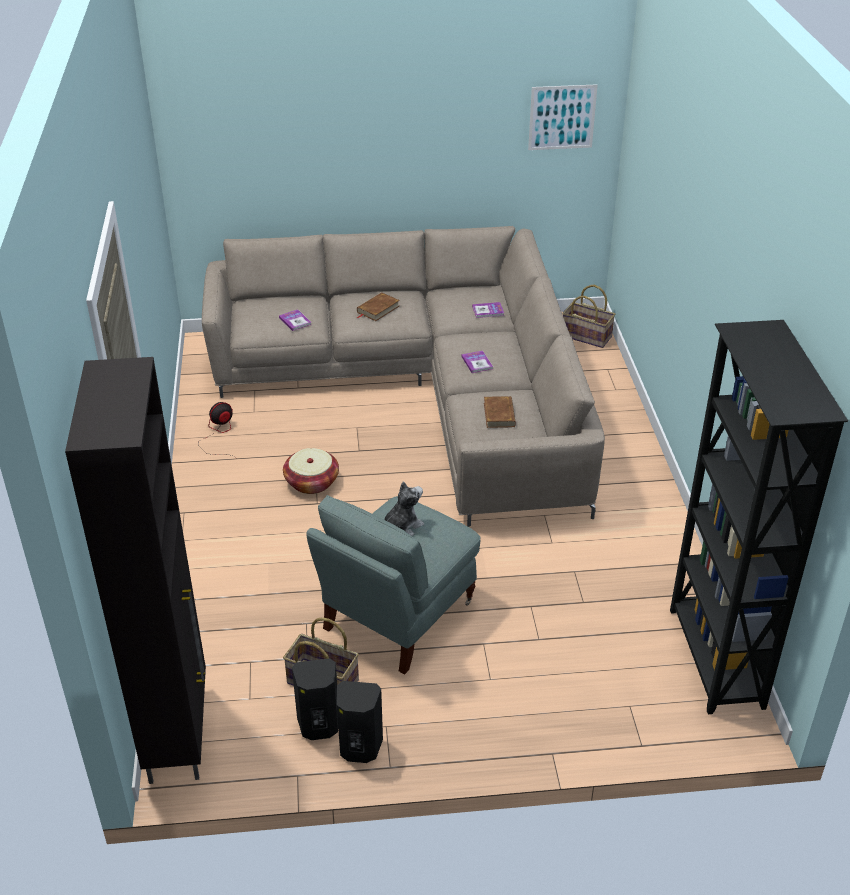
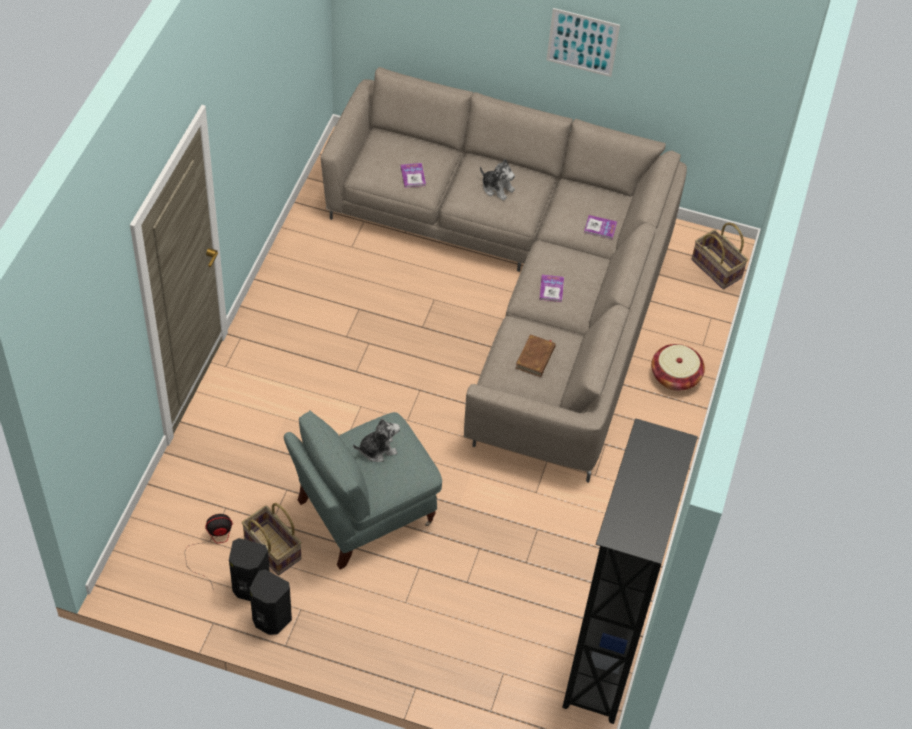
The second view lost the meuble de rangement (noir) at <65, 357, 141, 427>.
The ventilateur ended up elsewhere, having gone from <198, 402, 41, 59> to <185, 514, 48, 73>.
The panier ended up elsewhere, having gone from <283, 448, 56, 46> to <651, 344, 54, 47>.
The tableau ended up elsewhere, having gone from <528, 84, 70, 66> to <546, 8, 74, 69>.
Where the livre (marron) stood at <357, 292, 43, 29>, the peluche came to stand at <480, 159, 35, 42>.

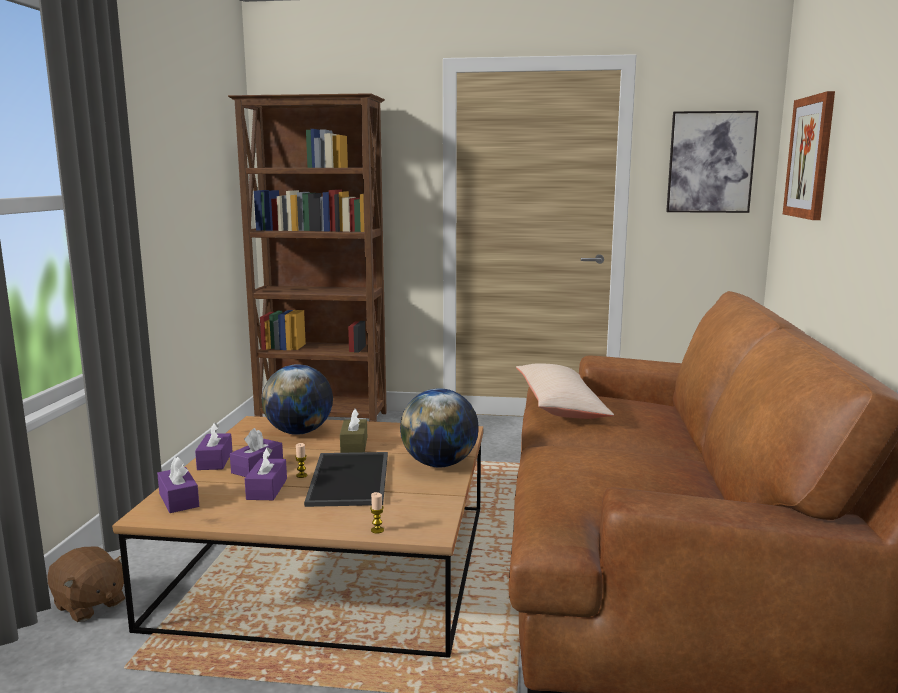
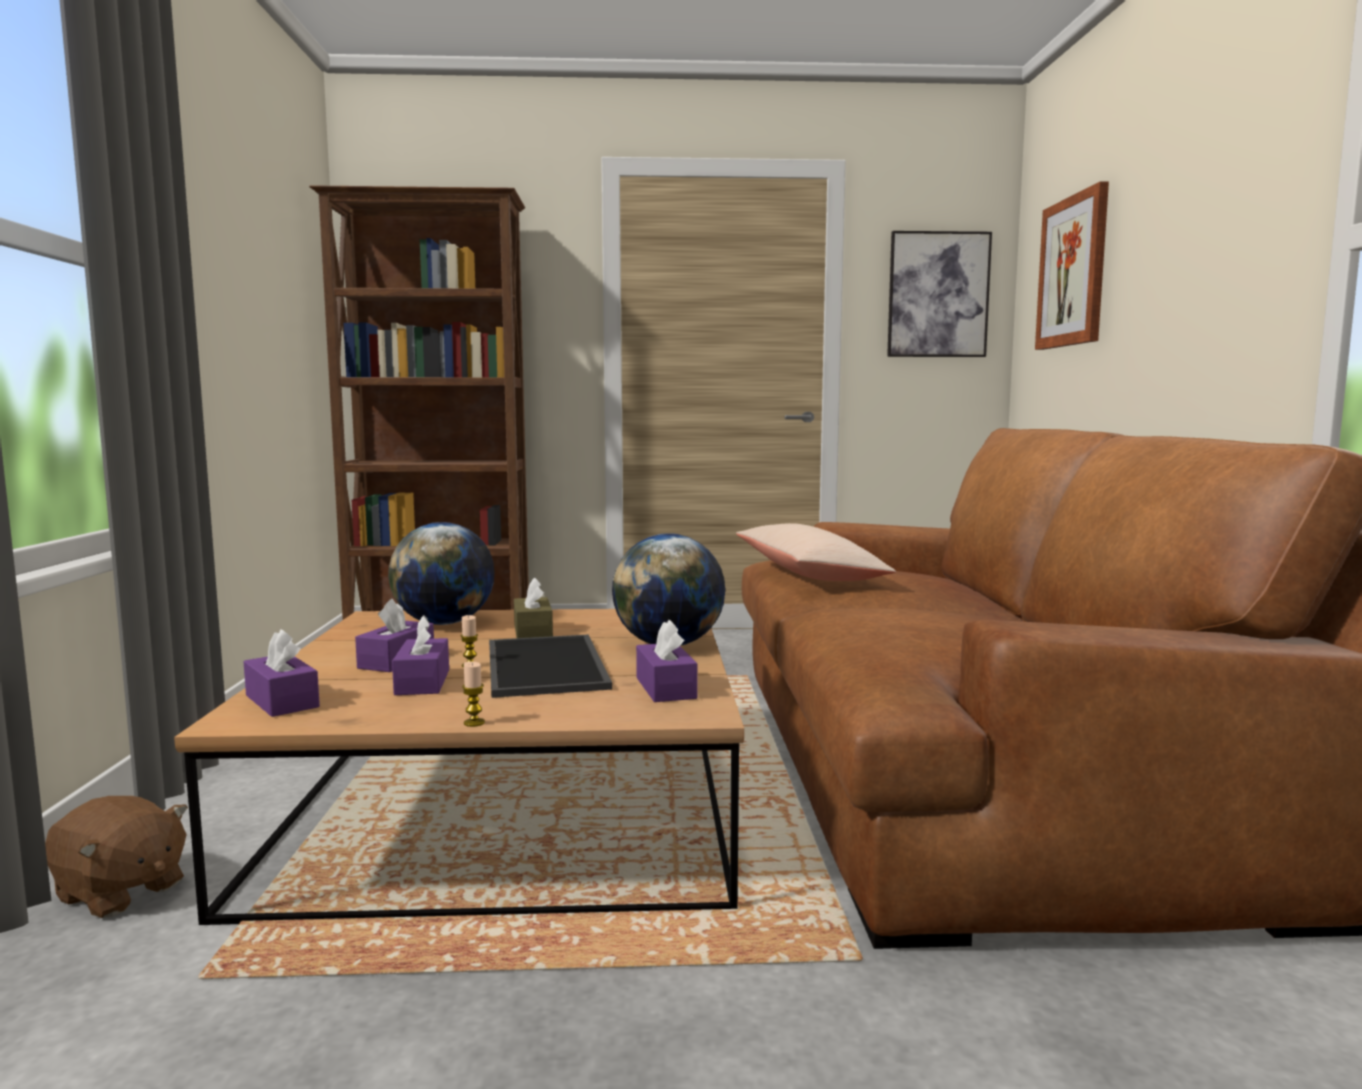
The boîte à mouchoirs (violet) ended up elsewhere, having gone from <195, 422, 38, 48> to <636, 620, 62, 82>.
The bougie ended up elsewhere, having gone from <370, 492, 14, 42> to <462, 661, 23, 66>.

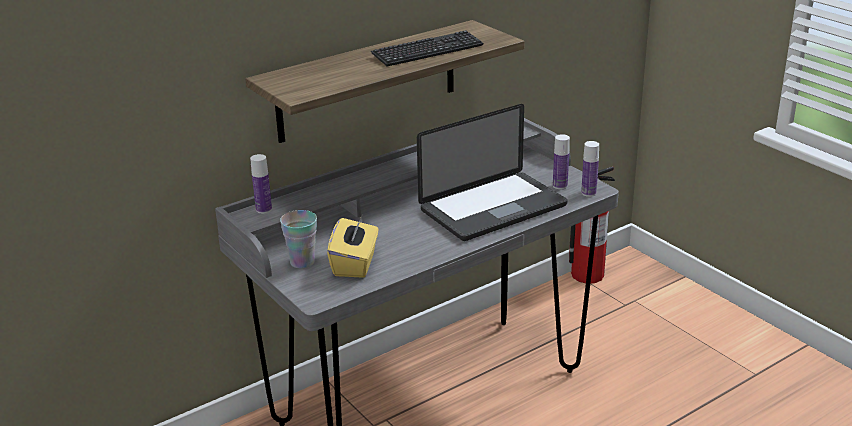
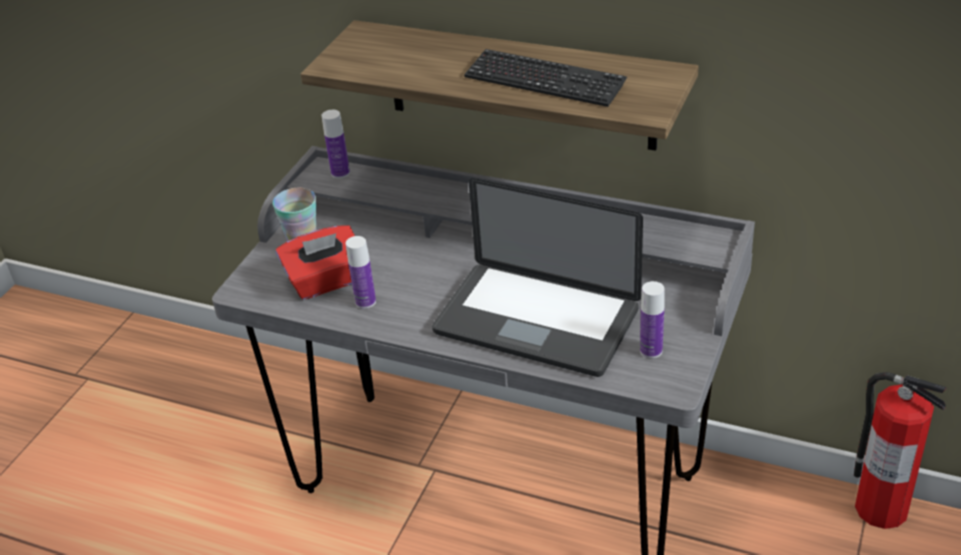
The bouteille ended up elsewhere, having gone from <581, 141, 18, 56> to <346, 236, 30, 73>.
What was the boîte à mouchoirs (jaune) at <327, 216, 51, 62> turned into the boîte à mouchoirs (rouge) at <276, 225, 79, 75>.

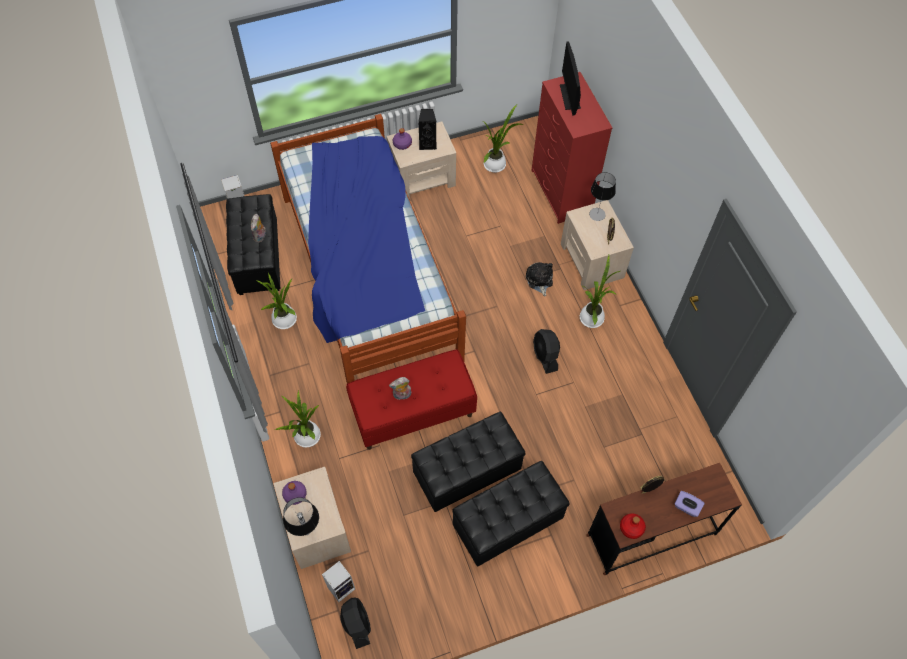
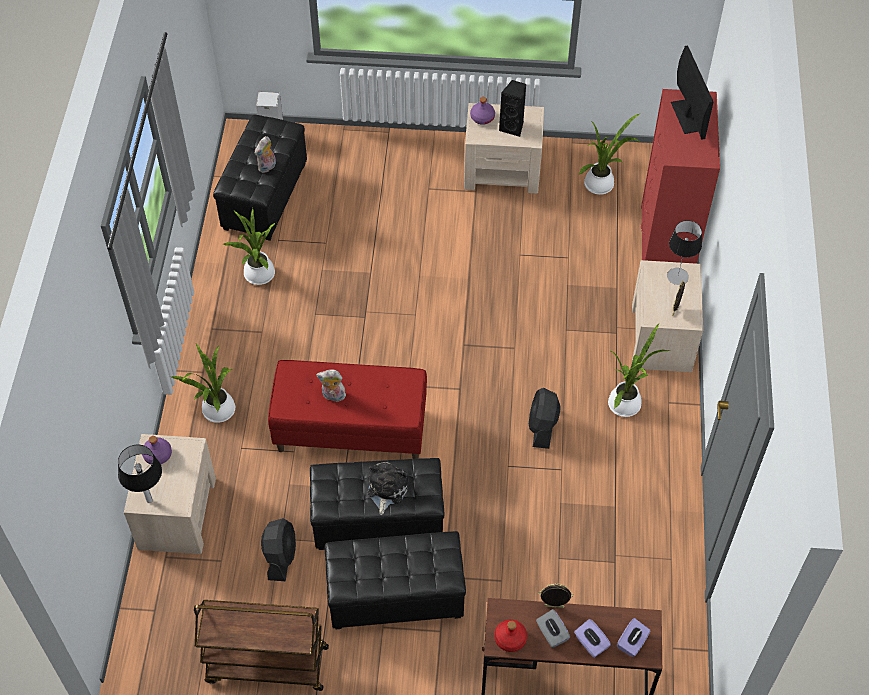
The second view lost the lit at <270, 114, 196, 270>.
The second view lost the enceinte at <322, 561, 33, 41>.
The second view gained the chariot (marron) at <194, 600, 135, 91>.
The second view gained the boîte à mouchoirs (gris) at <536, 609, 34, 39>.
The second view gained the boîte à mouchoirs (violet) at <617, 618, 33, 39>.
The ventilateur (noir) ended up elsewhere, having gone from <340, 597, 31, 52> to <261, 518, 35, 63>.
The peluche ended up elsewhere, having gone from <526, 262, 27, 35> to <368, 462, 41, 53>.
The écran d'ordinateur at <560, 42, 21, 74> ended up facing another way, 150 degrees clockwise from before.

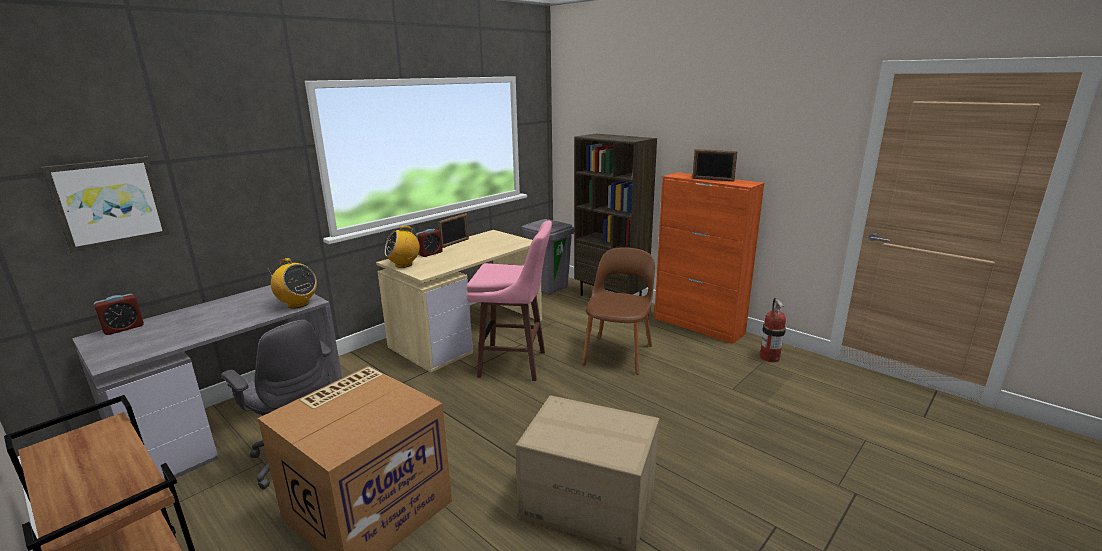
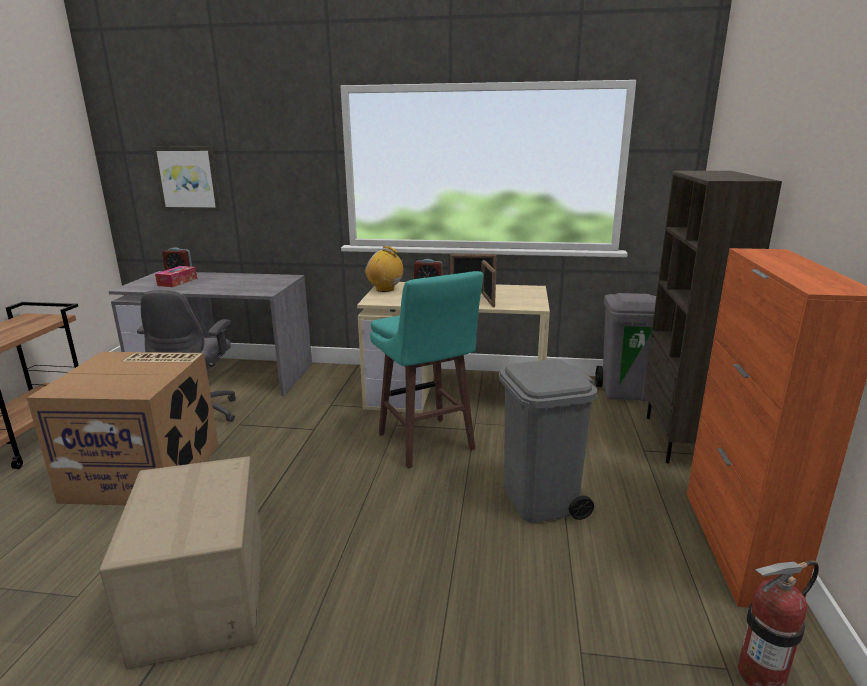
The second view lost the radio at <267, 258, 50, 50>.
The second view gained the boîte à mouchoirs at <155, 266, 42, 21>.
The cadre photo ended up elsewhere, having gone from <692, 149, 46, 33> to <481, 260, 15, 47>.
Where the chaise (marron) stood at <582, 247, 73, 128>, the poubelle (gris) came to stand at <499, 359, 98, 164>.
What was the tabouret (rose) at <466, 221, 86, 160> turned into the tabouret (turquoise) at <370, 271, 113, 198>.

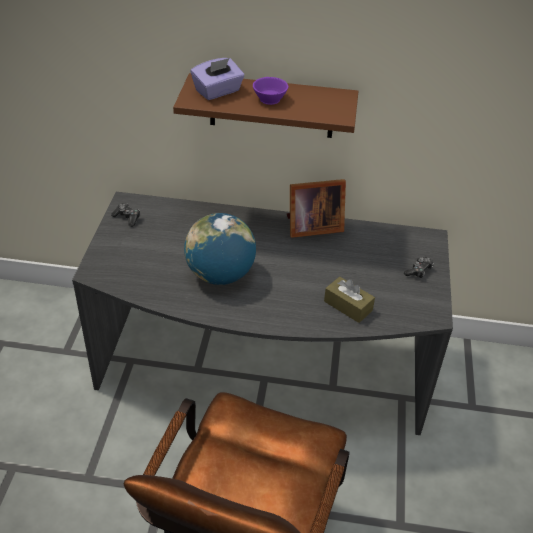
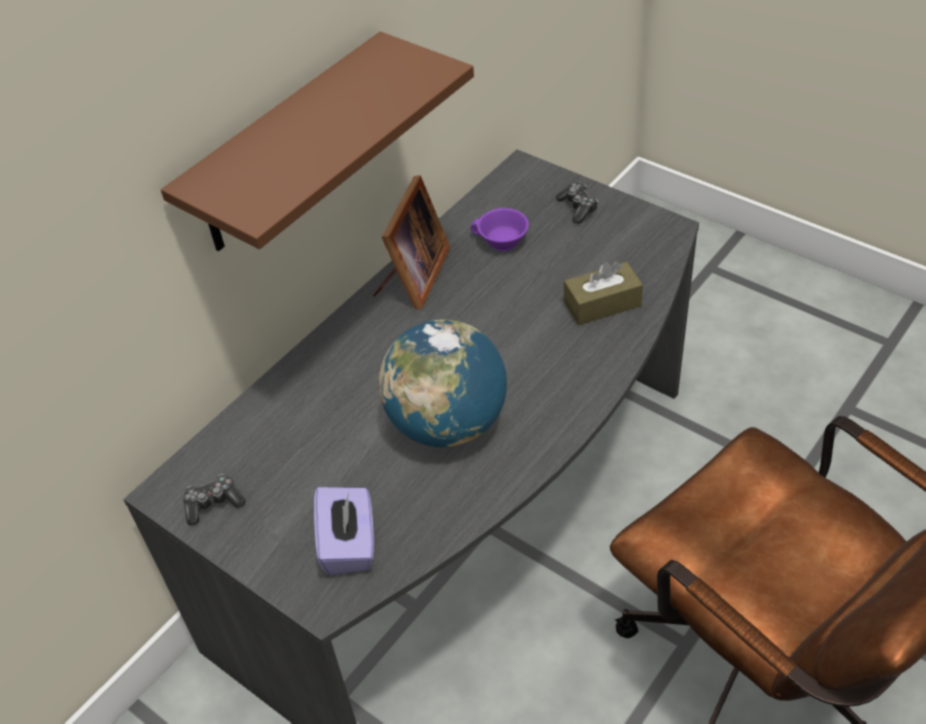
The boîte à mouchoirs (violet) ended up elsewhere, having gone from <191, 58, 53, 42> to <314, 487, 60, 88>.
The tasse (violet) ended up elsewhere, having gone from <253, 77, 35, 28> to <470, 208, 59, 43>.

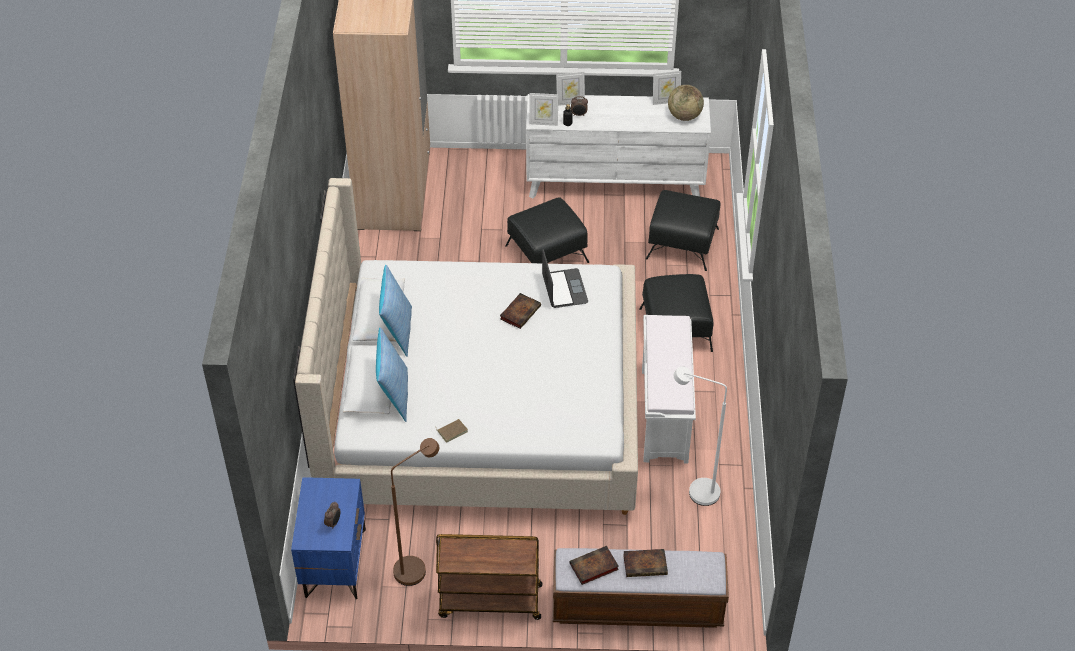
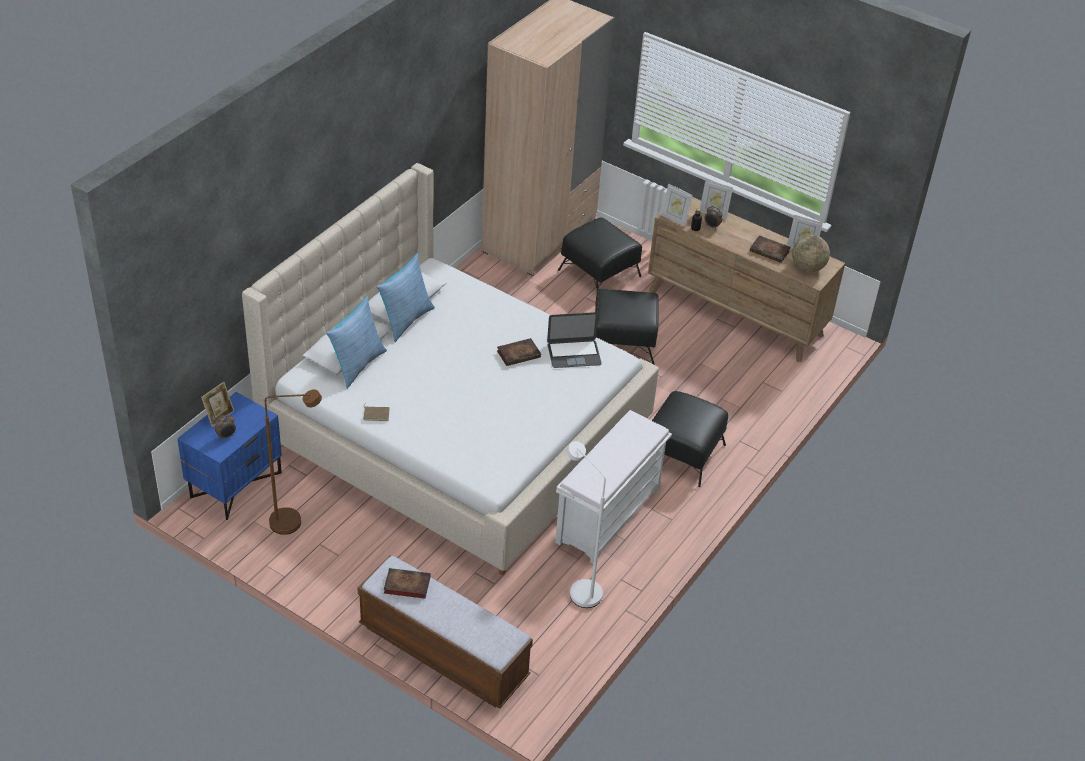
The second view lost the chariot (marron) at <436, 534, 106, 86>.
The second view gained the cadre photo at <201, 382, 33, 45>.
The livre ended up elsewhere, having gone from <623, 549, 45, 28> to <750, 235, 41, 28>.
The pouf (noir) ended up elsewhere, having gone from <646, 190, 74, 81> to <558, 217, 84, 73>.
What was the commode (blanc) at <526, 94, 185, 104> turned into the commode (marron) at <648, 197, 197, 165>.
The ordinateur portable at <542, 249, 46, 59> ended up facing another way, 60 degrees clockwise from before.

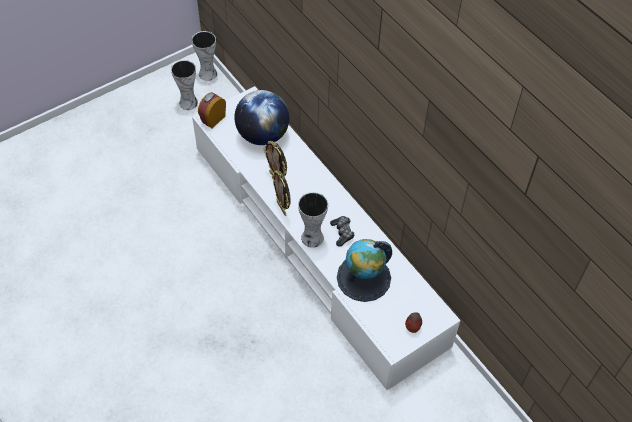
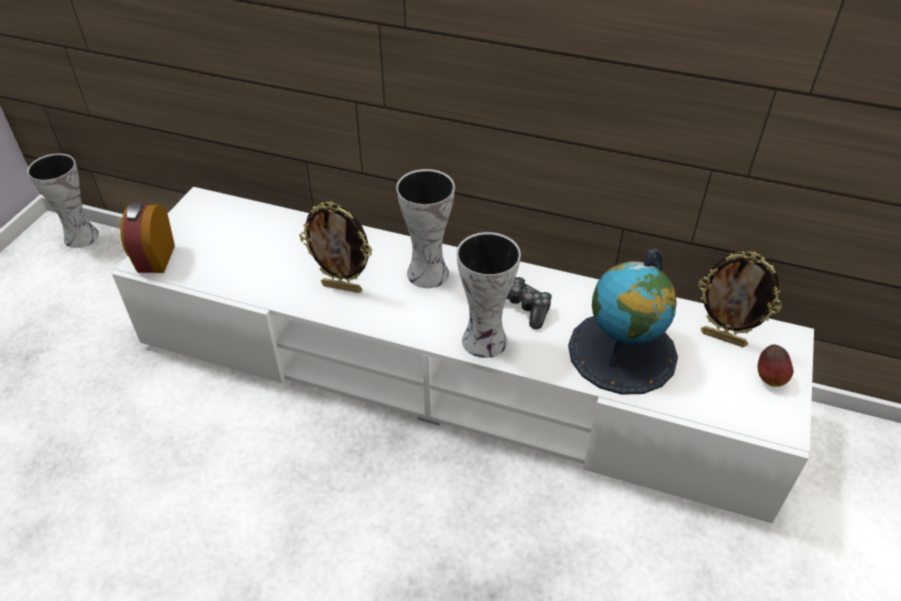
The second view lost the globe at <234, 90, 56, 55>.
The vase ended up elsewhere, having gone from <171, 60, 27, 50> to <396, 169, 59, 119>.
The cadre photo ended up elsewhere, having gone from <272, 171, 19, 45> to <698, 251, 84, 96>.

